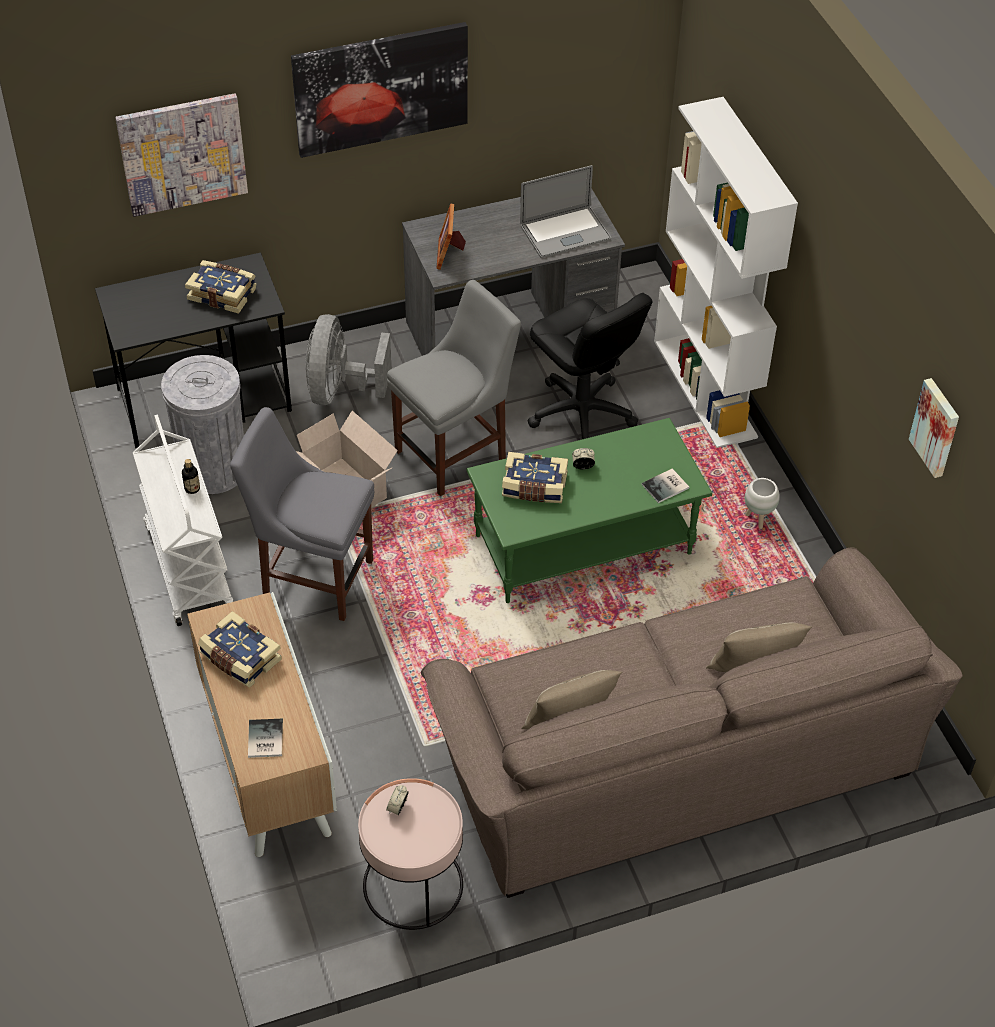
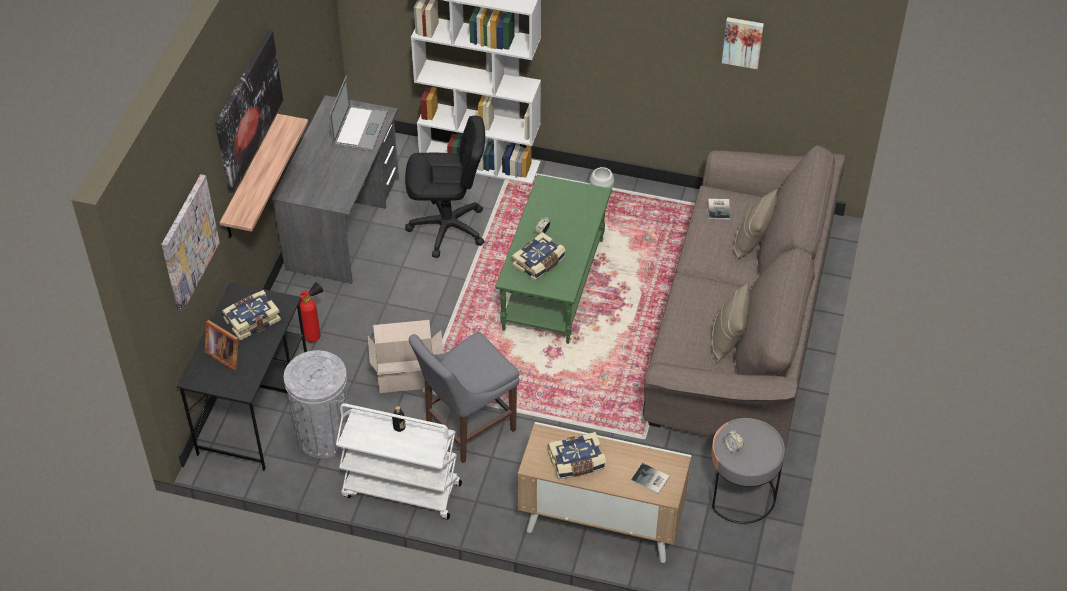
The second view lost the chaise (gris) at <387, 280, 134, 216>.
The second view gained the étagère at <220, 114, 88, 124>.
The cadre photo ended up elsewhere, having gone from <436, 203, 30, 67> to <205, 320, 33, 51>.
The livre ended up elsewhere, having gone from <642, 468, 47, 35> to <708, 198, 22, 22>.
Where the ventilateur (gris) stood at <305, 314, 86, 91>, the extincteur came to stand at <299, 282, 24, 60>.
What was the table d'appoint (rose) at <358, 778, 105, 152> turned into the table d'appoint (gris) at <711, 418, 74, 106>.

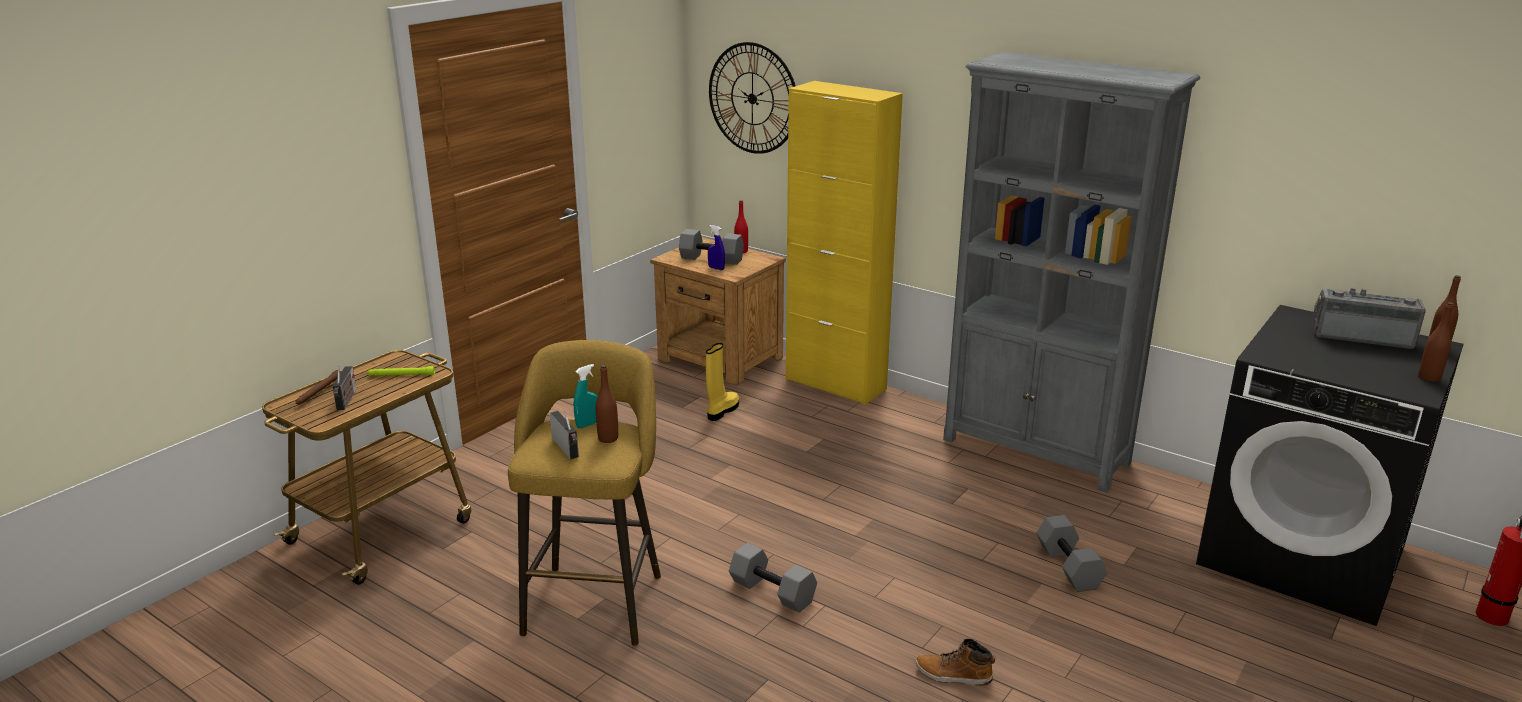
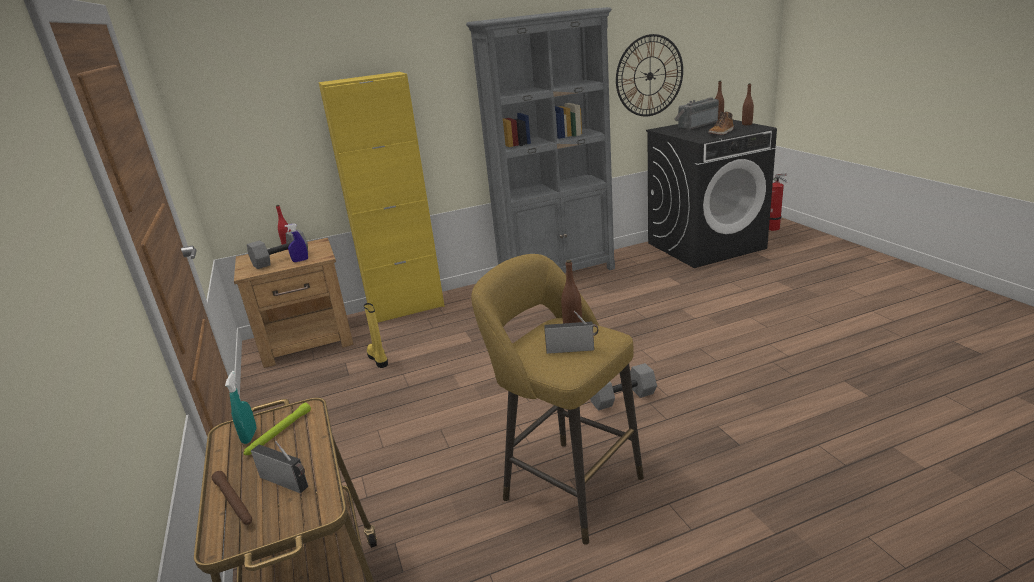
The second view lost the haltère (gris) at <1036, 515, 71, 77>.
The vaporisateur (turquoise) ended up elsewhere, having gone from <574, 364, 24, 64> to <225, 371, 32, 73>.
The horloge murale ended up elsewhere, having gone from <709, 42, 86, 112> to <616, 34, 67, 82>.
The botte ended up elsewhere, having gone from <916, 639, 79, 46> to <708, 111, 26, 24>.

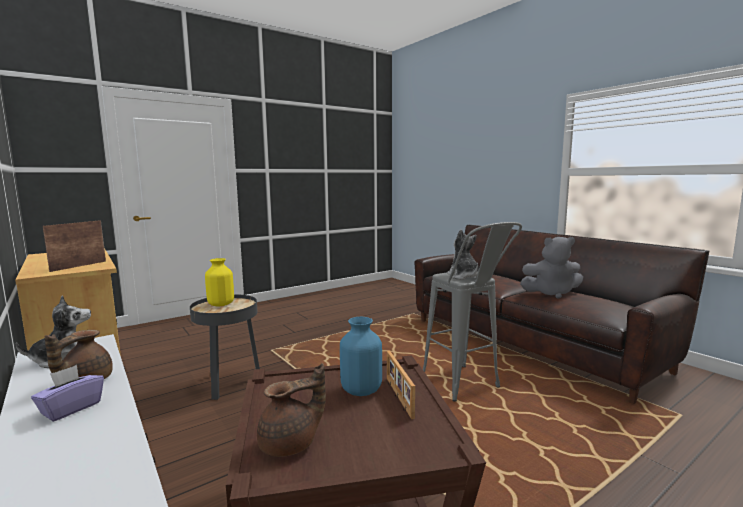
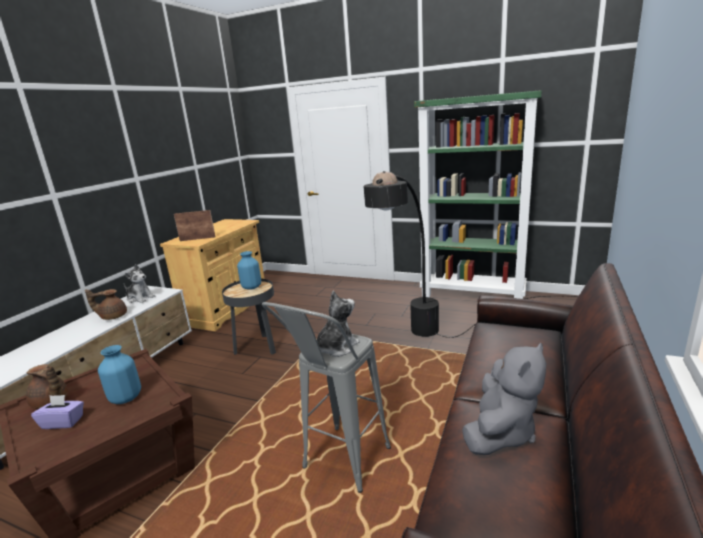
The second view lost the cadre photo at <387, 351, 28, 68>.
The second view gained the lampadaire (noir) at <363, 171, 215, 167>.
The second view gained the bibliothèque (vert) at <414, 90, 128, 209>.
The boîte à mouchoirs (violet) ended up elsewhere, having gone from <31, 365, 73, 57> to <31, 395, 53, 34>.
What was the vase (jaune) at <205, 258, 29, 48> turned into the vase (bleu) at <237, 251, 24, 39>.
The peluche (gris) at <520, 237, 63, 62> ended up facing another way, 120 degrees counterclockwise from before.

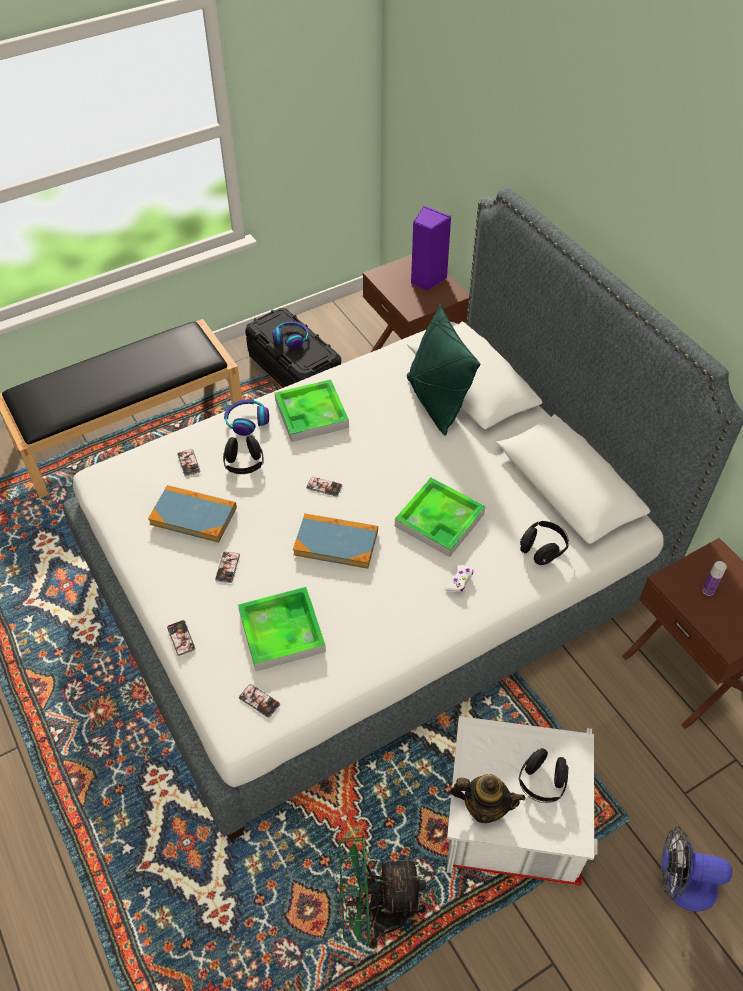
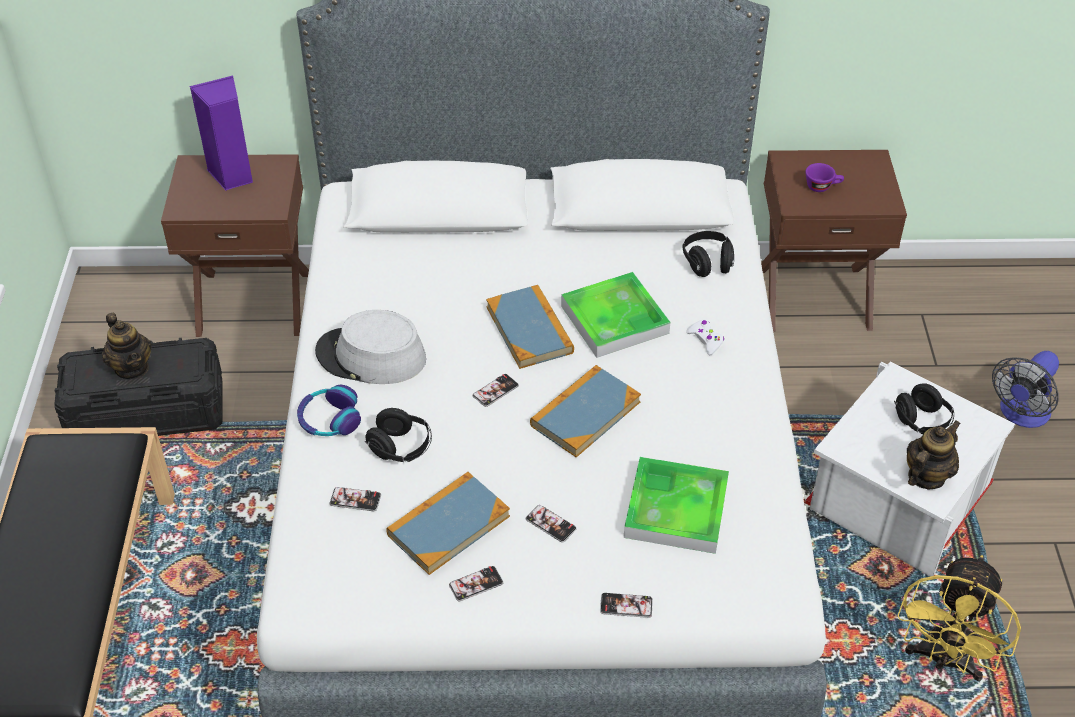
The second view lost the coussin (vert) at <407, 304, 73, 132>.
The second view gained the livre at <486, 285, 88, 84>.
The téléphone ended up elsewhere, having gone from <239, 684, 41, 34> to <449, 566, 54, 35>.
Where the casque audio stood at <272, 321, 37, 28>, the théière came to stand at <102, 313, 50, 66>.
Where the plateau stood at <275, 379, 74, 63>, the chapeau (gris) came to stand at <315, 310, 111, 74>.
Where the bouteille stood at <702, 561, 25, 35>, the tasse (violet) came to stand at <805, 163, 39, 29>.
What was the ventilateur (vert) at <339, 835, 87, 114> turned into the ventilateur (jaune) at <897, 555, 124, 126>.

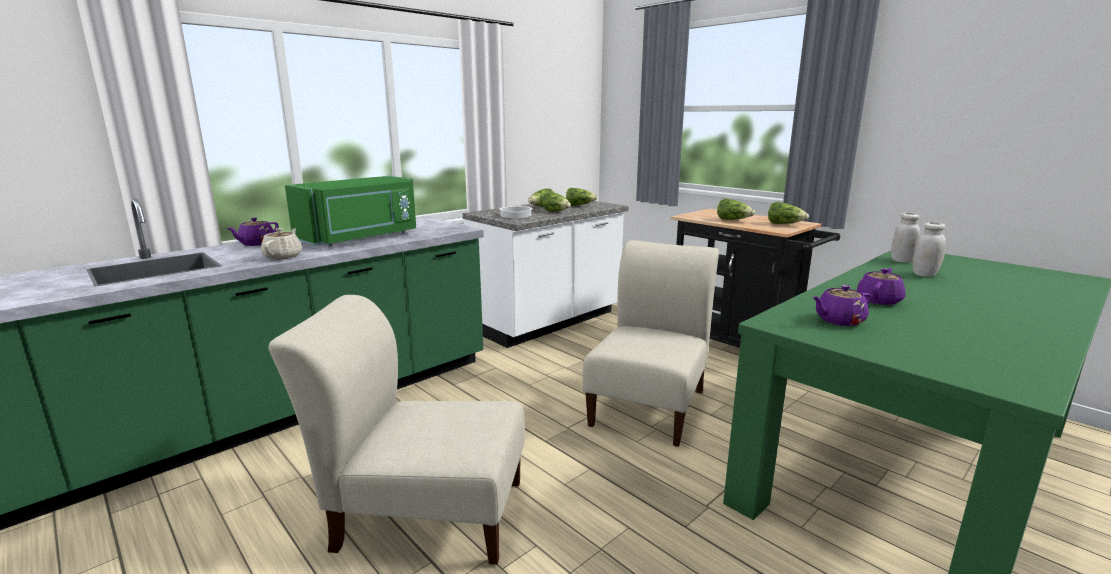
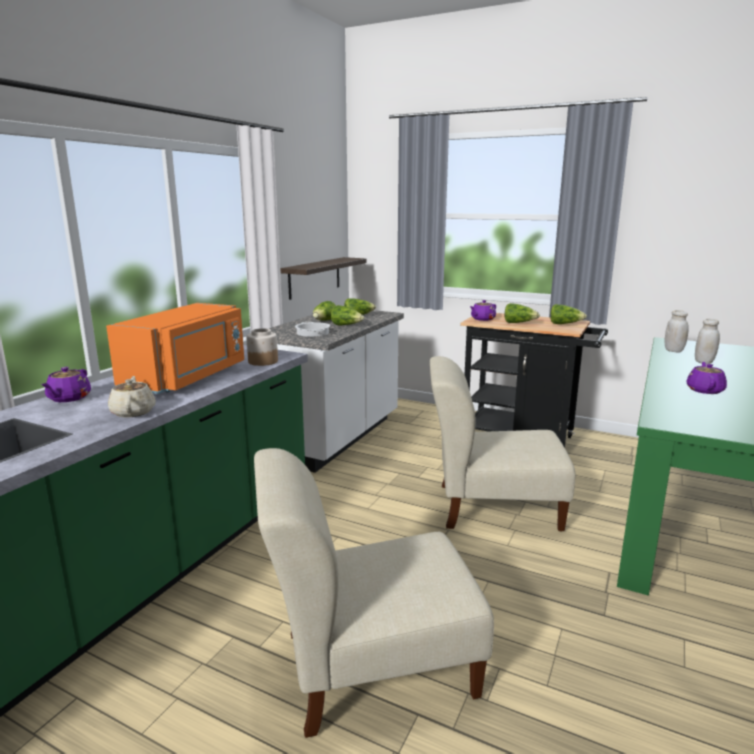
The second view gained the bocal at <246, 328, 32, 38>.
The second view gained the étagère at <280, 257, 87, 43>.
The théière (violet) ended up elsewhere, having gone from <812, 285, 59, 41> to <470, 300, 26, 21>.
What was the micro-ondes (vert) at <285, 176, 131, 71> turned into the micro-ondes (orange) at <106, 303, 138, 91>.
The chaise (beige) at <583, 240, 136, 207> ended up facing another way, 90 degrees counterclockwise from before.

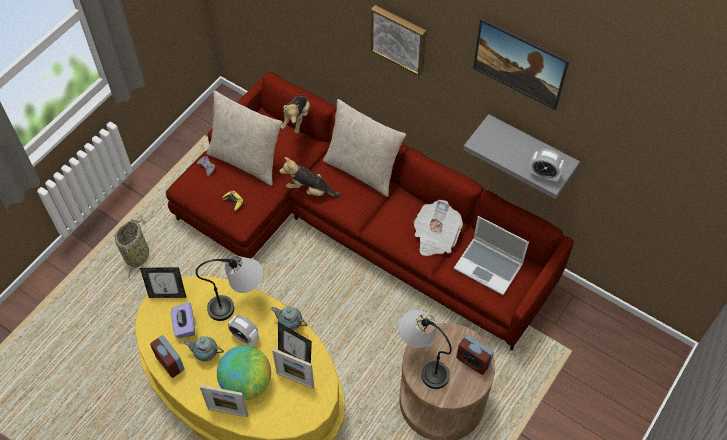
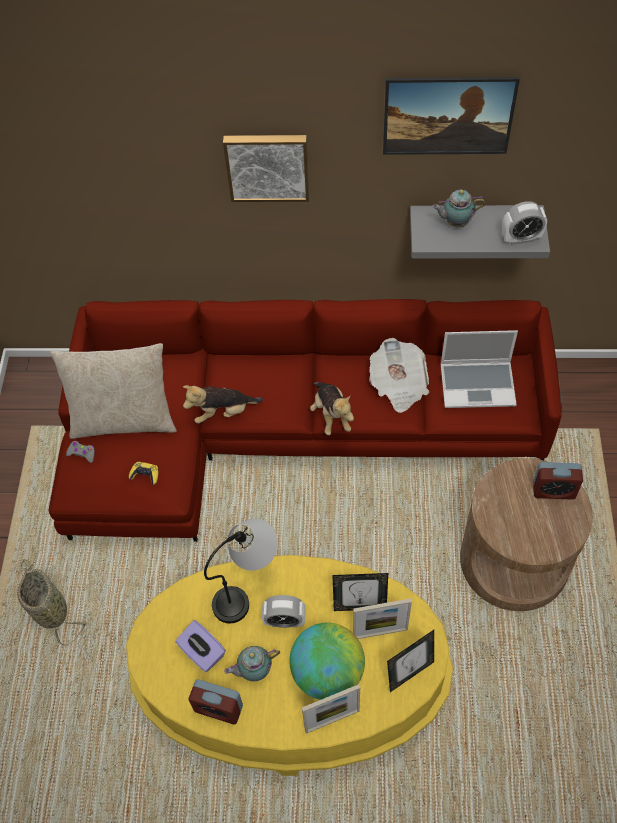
The second view lost the coussin (beige) at <323, 99, 83, 98>.
The second view lost the lampe de table at <399, 309, 53, 80>.
The cadre photo ended up elsewhere, having gone from <140, 267, 46, 31> to <387, 630, 47, 62>.
The théière ended up elsewhere, having gone from <271, 306, 36, 25> to <432, 190, 53, 38>.
The peluche ended up elsewhere, having gone from <281, 94, 29, 39> to <310, 382, 44, 53>.

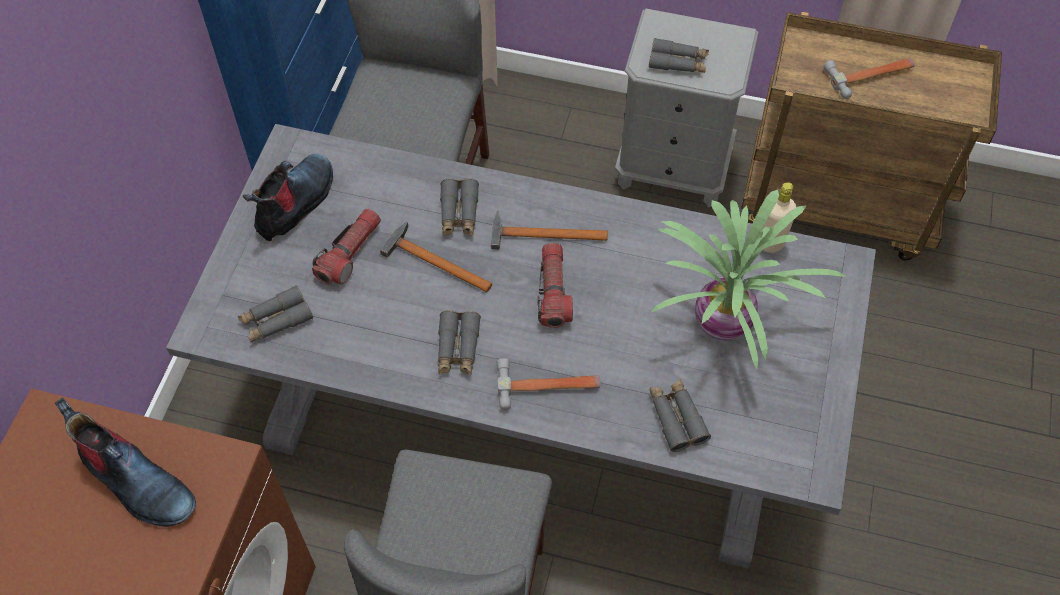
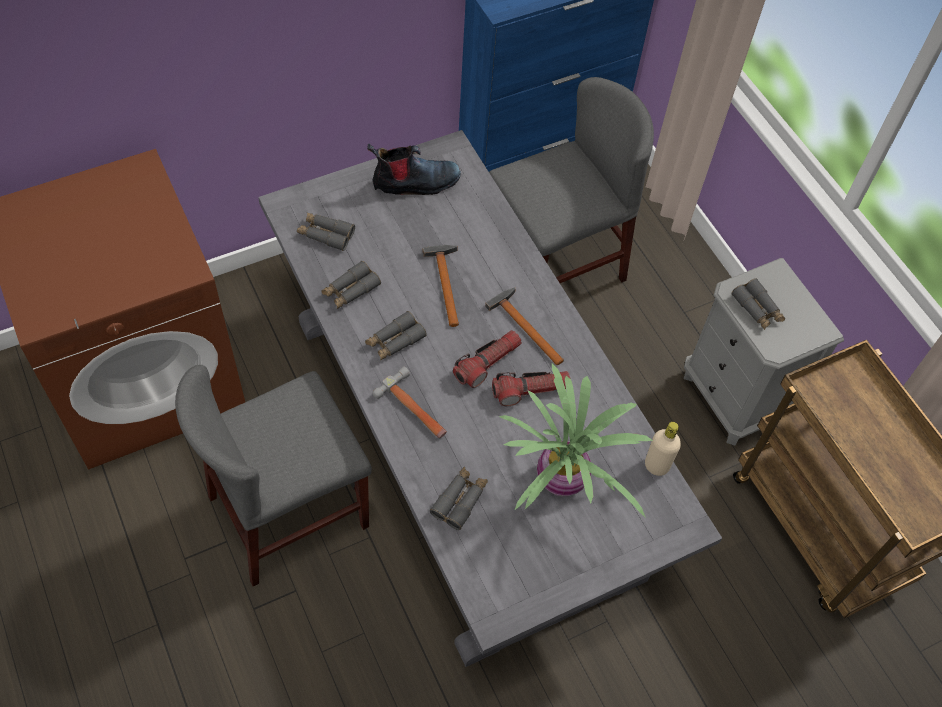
The second view lost the botte at <55, 398, 141, 129>.
The second view lost the marteau at <823, 58, 92, 41>.
The lampe de poche ended up elsewhere, having gone from <312, 209, 69, 76> to <492, 371, 79, 35>.
The jumelles (gris) ended up elsewhere, having gone from <440, 178, 39, 58> to <321, 261, 60, 48>.

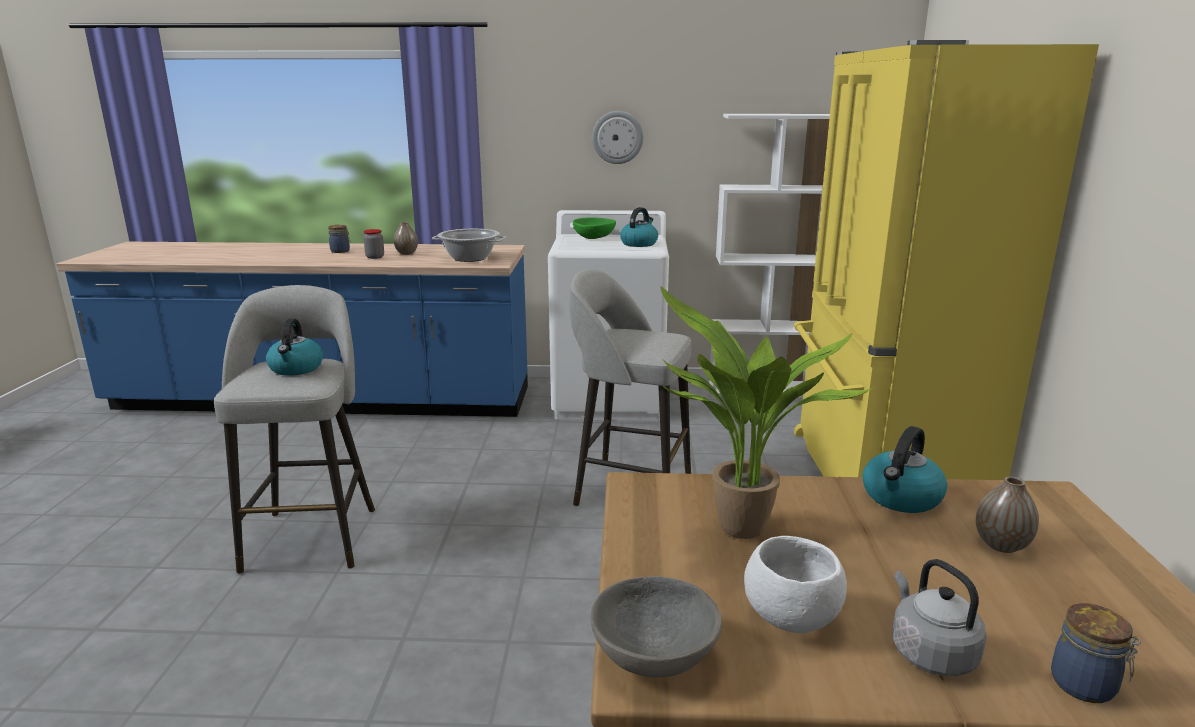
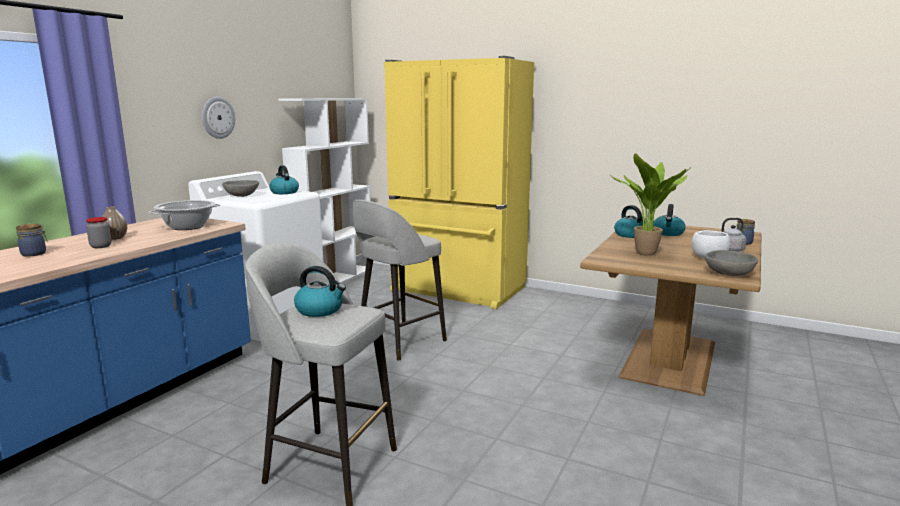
Where the vase stood at <976, 476, 63, 77>, the bouilloire came to stand at <653, 204, 33, 32>.
What was the bol (vert) at <573, 217, 43, 22> turned into the bol (gris) at <222, 180, 37, 17>.

